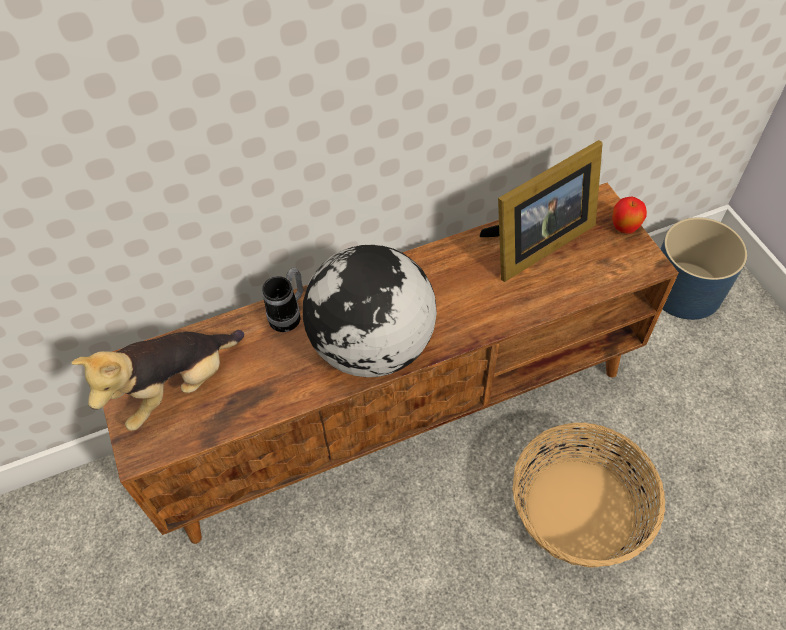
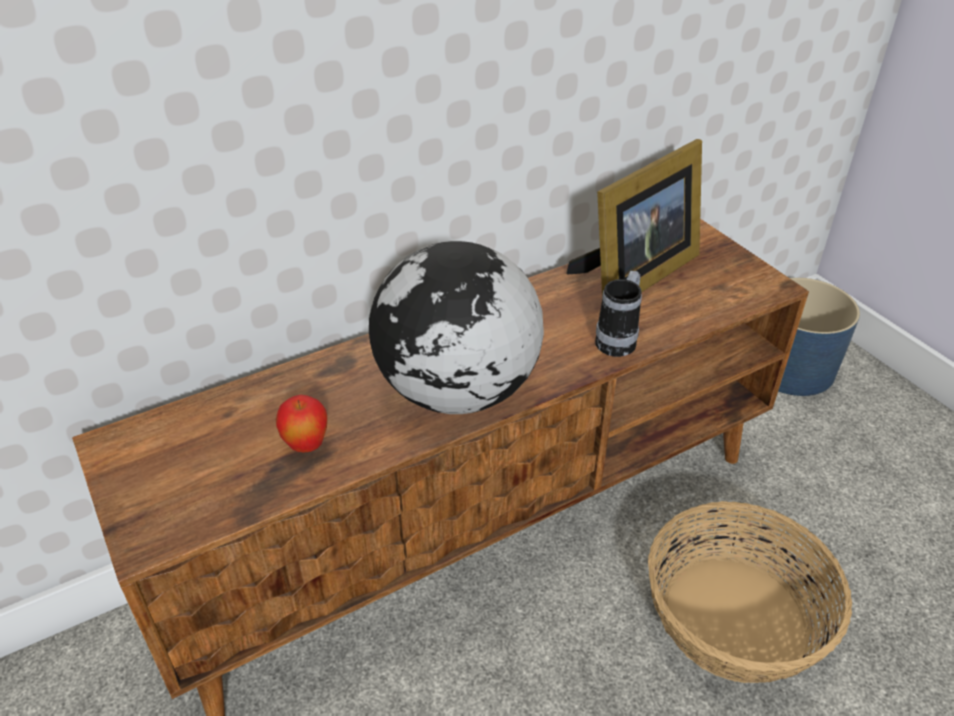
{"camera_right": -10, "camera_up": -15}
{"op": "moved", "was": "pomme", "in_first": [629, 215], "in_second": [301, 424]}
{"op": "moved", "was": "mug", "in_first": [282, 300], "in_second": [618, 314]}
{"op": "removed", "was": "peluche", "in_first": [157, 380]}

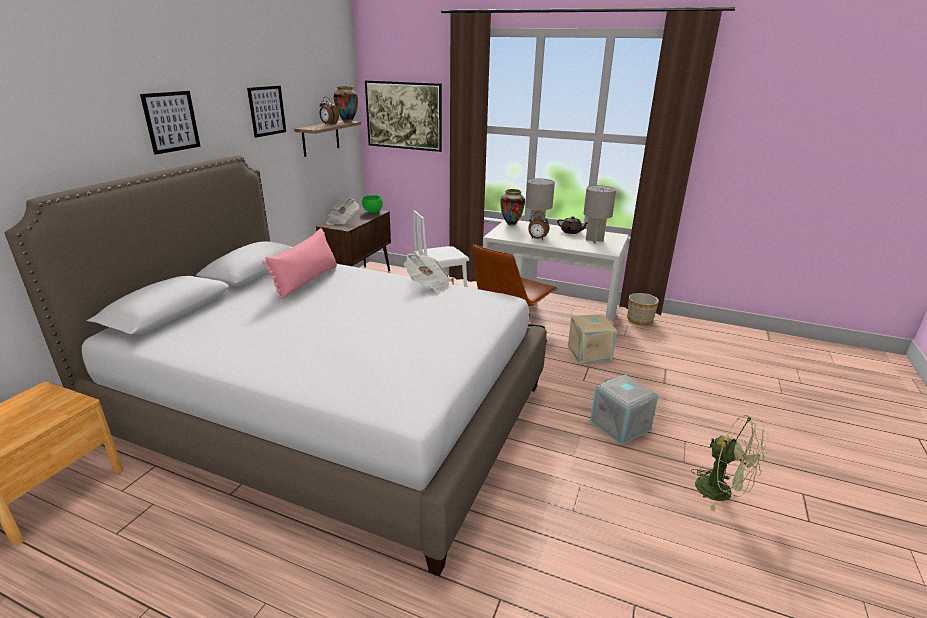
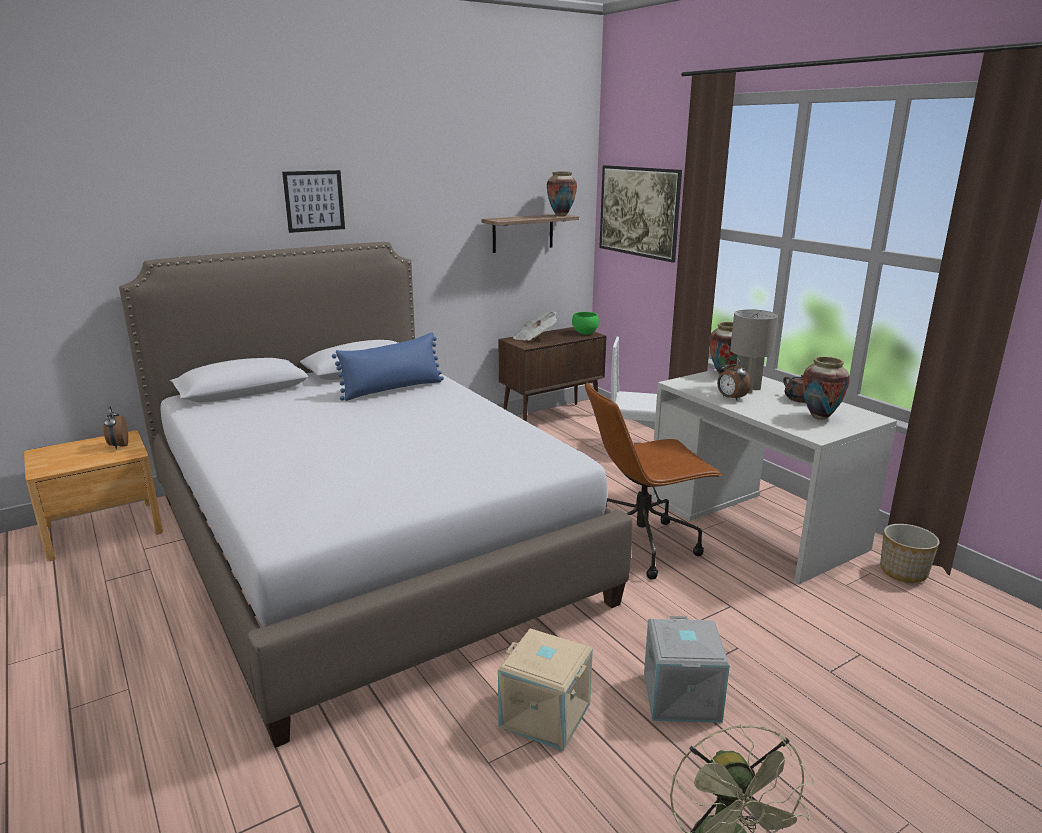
{"camera_right": 35, "camera_up": -5}
{"op": "removed", "was": "tableau", "in_first": [266, 112]}
{"op": "moved", "was": "réveil", "in_first": [329, 110], "in_second": [116, 428]}
{"op": "replaced", "was": "lampe de table/gris", "now": "vase", "in_first": [599, 214], "in_second": [826, 388]}
{"op": "recoloured", "was": "coussin/rose", "now": "coussin/bleu", "in_first": [299, 263], "in_second": [388, 367]}
{"op": "removed", "was": "journal", "in_first": [427, 273]}
{"op": "moved", "was": "boîte de rangement/beige", "in_first": [592, 338], "in_second": [545, 689]}

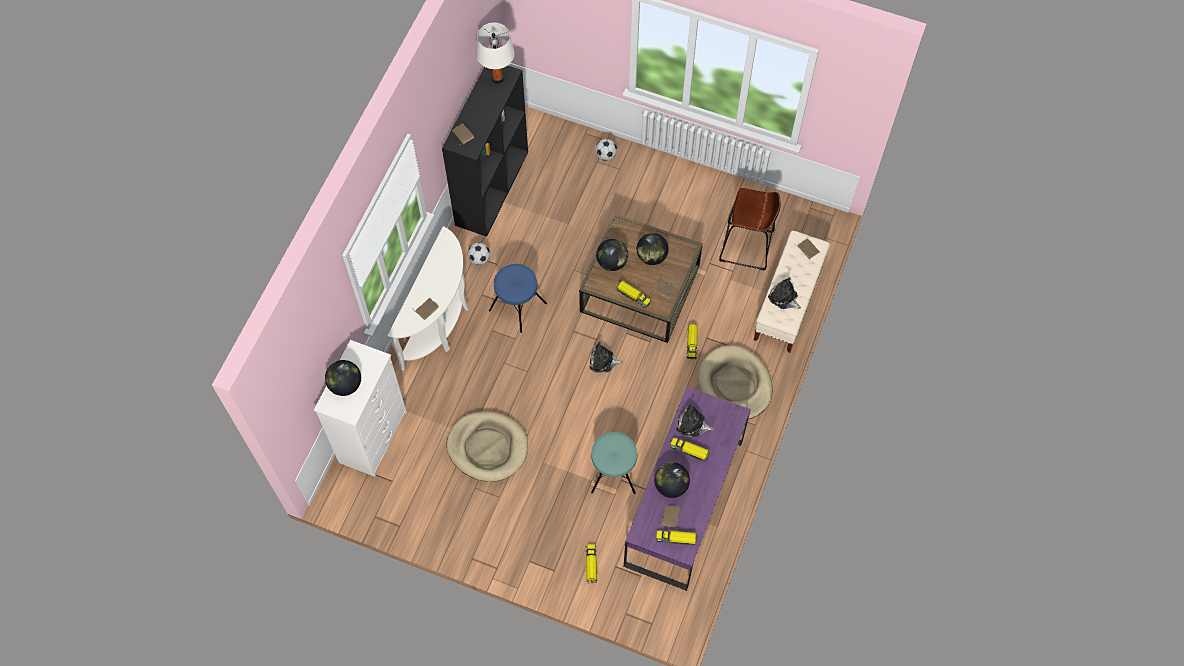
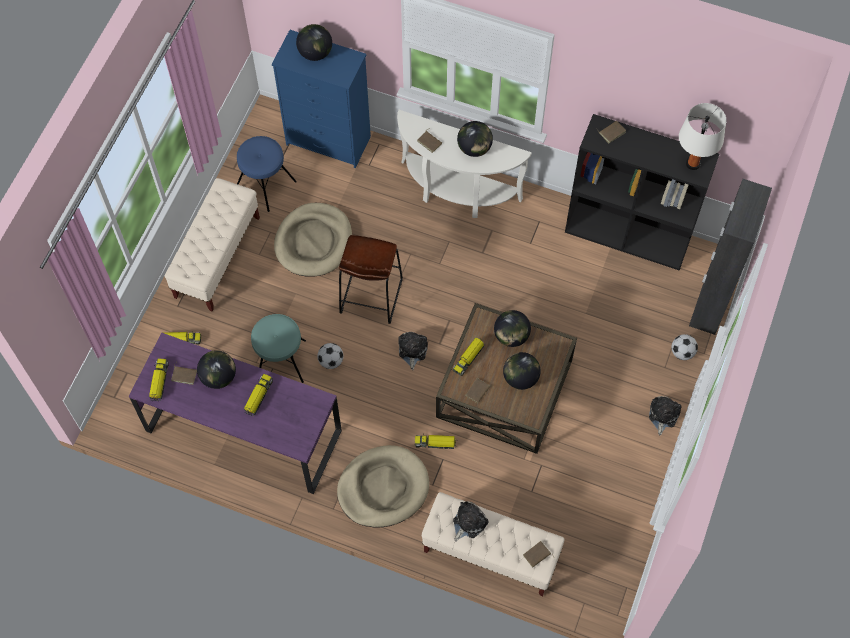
{"camera_right": 90, "camera_up": 0}
{"op": "moved", "was": "tabouret/marron", "in_first": [750, 229], "in_second": [371, 279]}
{"op": "moved", "was": "ballon de foot", "in_first": [479, 253], "in_second": [330, 356]}
{"op": "moved", "was": "tabouret/bleu", "in_first": [518, 298], "in_second": [267, 174]}
{"op": "recoloured", "was": "commode/blanc", "now": "commode/bleu", "in_first": [360, 408], "in_second": [321, 99]}
{"op": "moved", "was": "peluche", "in_first": [694, 420], "in_second": [665, 416]}
{"op": "added", "now": "globe", "in_second": [475, 139]}
{"op": "added", "now": "banc/beige", "in_second": [212, 245]}
{"op": "added", "now": "meuble de rangement/noir", "in_second": [730, 257]}

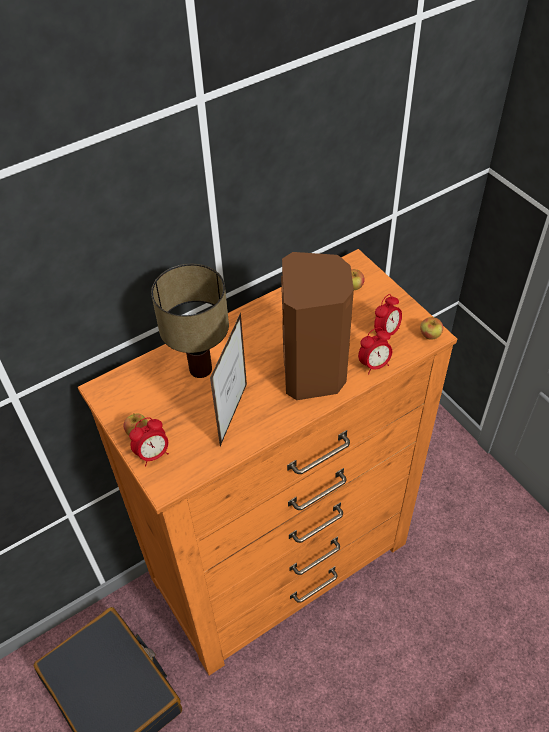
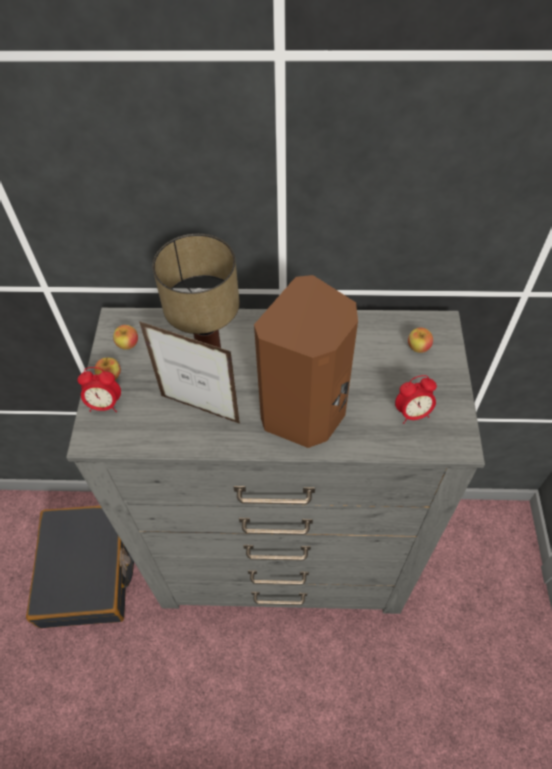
{"camera_right": 35, "camera_up": 5}
{"op": "recoloured", "was": "commode/orange", "now": "commode/gris", "in_first": [267, 462], "in_second": [275, 461]}
{"op": "turned", "was": "cadre photo", "in_first": [228, 379], "in_second": [189, 372], "clockwise": 60}
{"op": "moved", "was": "pomme", "in_first": [431, 328], "in_second": [125, 337]}
{"op": "removed", "was": "réveil", "in_first": [375, 351]}

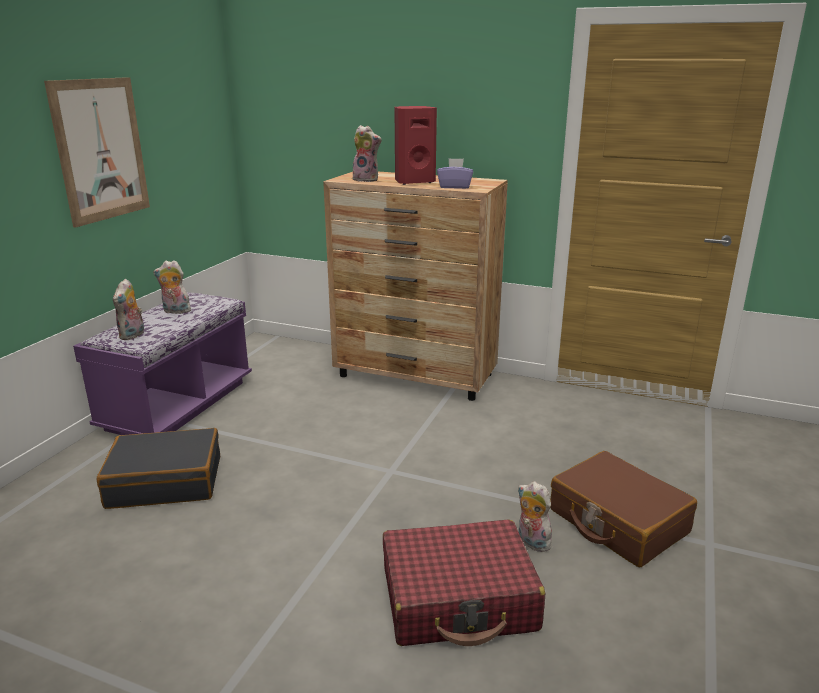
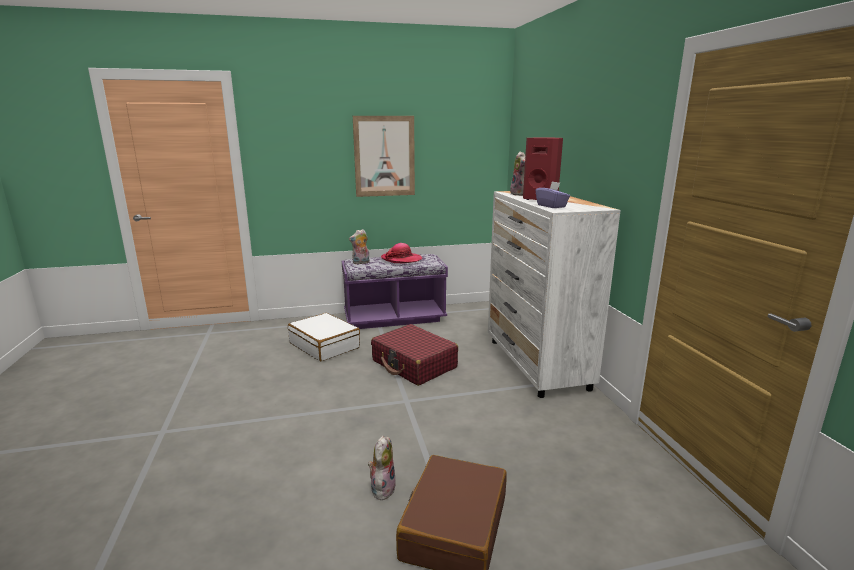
{"camera_right": 55, "camera_up": -5}
{"op": "recoloured", "was": "commode/marron", "now": "commode/blanc", "in_first": [415, 286], "in_second": [554, 294]}
{"op": "replaced", "was": "peluche", "now": "chapeau", "in_first": [172, 287], "in_second": [401, 253]}
{"op": "recoloured", "was": "valise/noir", "now": "valise/blanc", "in_first": [158, 468], "in_second": [324, 337]}
{"op": "moved", "was": "valise/rouge", "in_first": [464, 582], "in_second": [414, 355]}

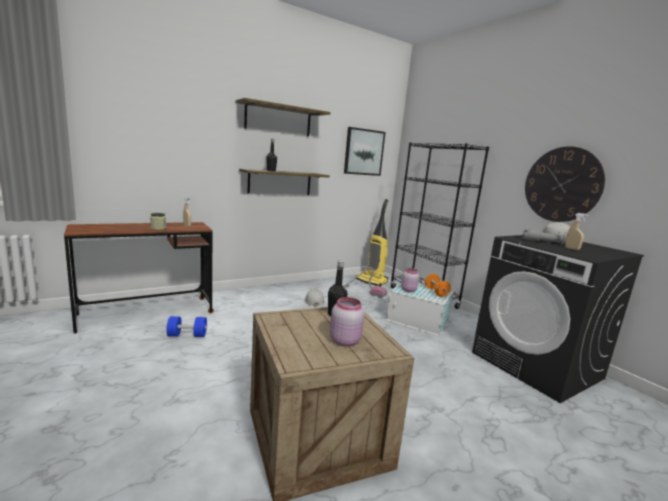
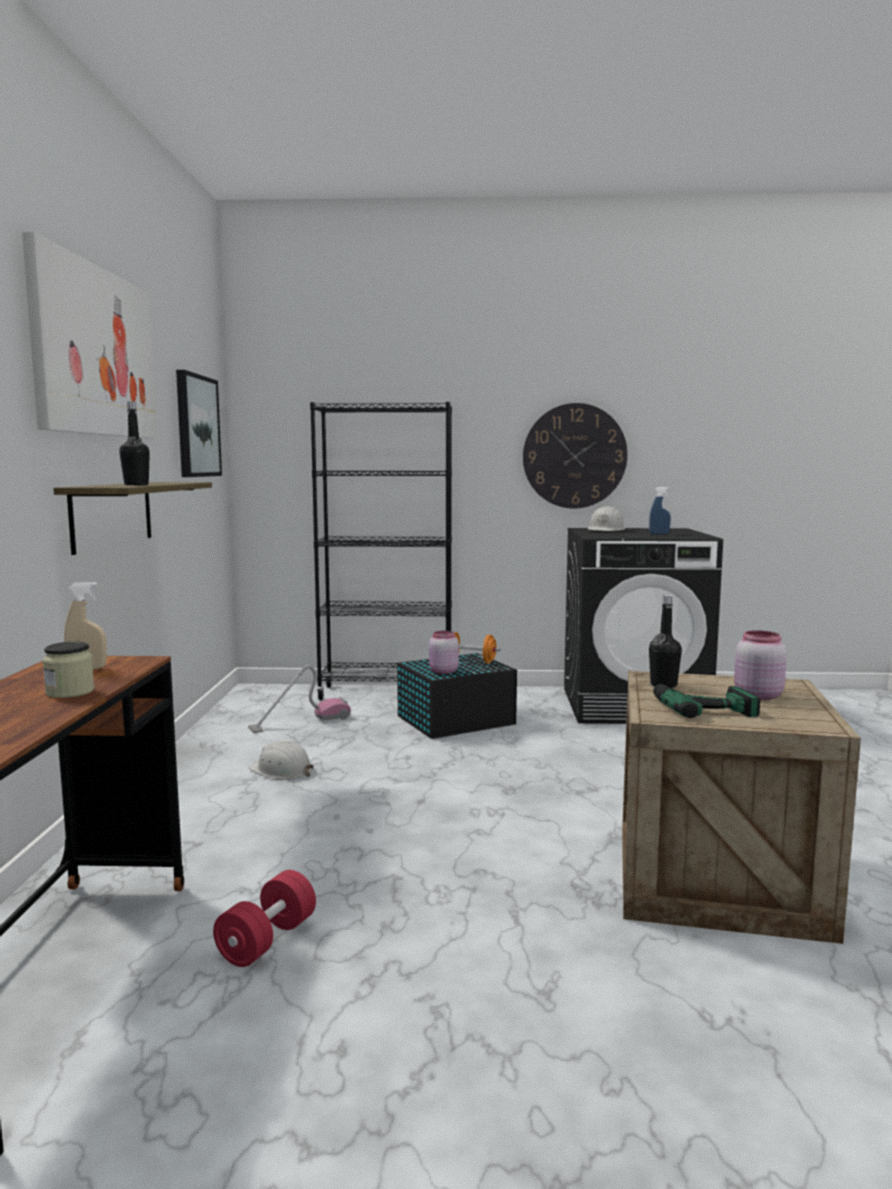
{"camera_right": -55, "camera_up": -5}
{"op": "replaced", "was": "étagère", "now": "tableau", "in_first": [283, 117], "in_second": [90, 335]}
{"op": "removed", "was": "aspirateur", "in_first": [371, 243]}
{"op": "recoloured", "was": "vaporisateur/beige", "now": "vaporisateur/bleu", "in_first": [576, 231], "in_second": [660, 510]}
{"op": "removed", "was": "lampe de poche/gris", "in_first": [545, 236]}
{"op": "recoloured", "was": "boîte de rangement/blanc", "now": "boîte de rangement/noir", "in_first": [420, 309], "in_second": [457, 696]}
{"op": "recoloured", "was": "haltère/bleu", "now": "haltère/rouge", "in_first": [186, 326], "in_second": [264, 918]}
{"op": "added", "now": "perceuse", "in_second": [705, 701]}

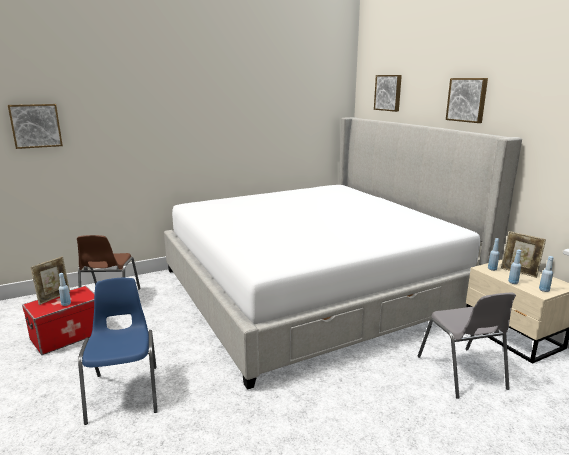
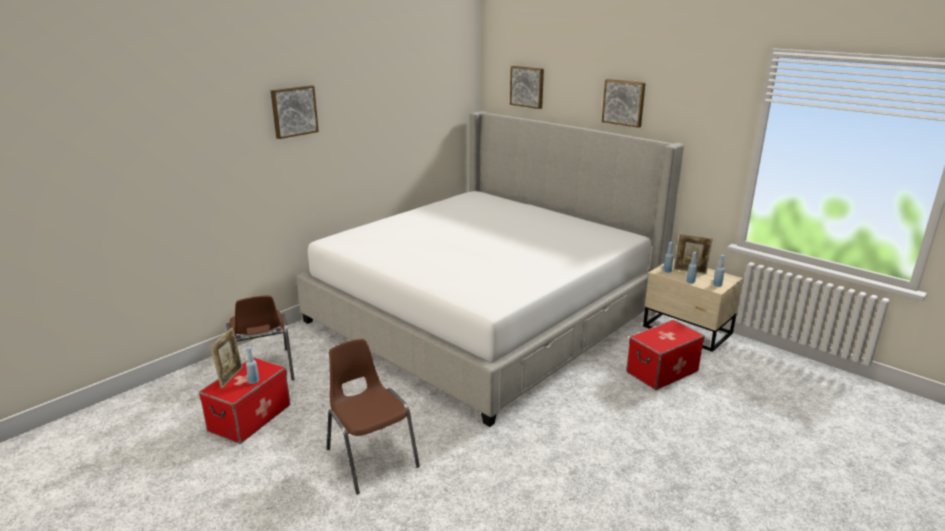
{"camera_right": -20, "camera_up": 5}
{"op": "moved", "was": "tableau", "in_first": [35, 126], "in_second": [295, 112]}
{"op": "recoloured", "was": "chaise/bleu", "now": "chaise/marron", "in_first": [118, 351], "in_second": [373, 417]}
{"op": "replaced", "was": "chaise/gris", "now": "boîte de rangement", "in_first": [467, 346], "in_second": [665, 355]}

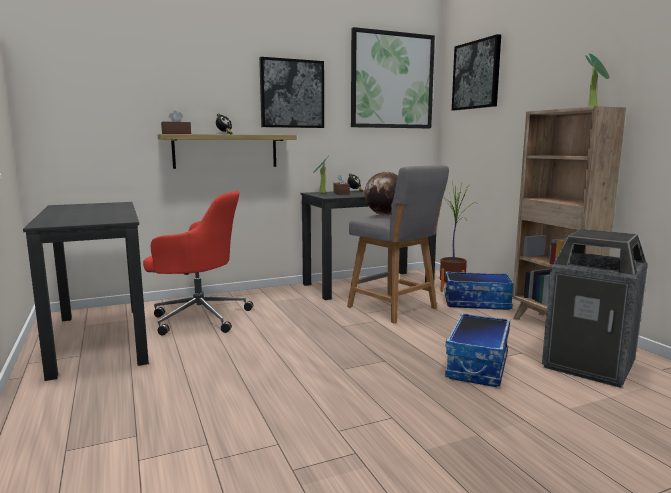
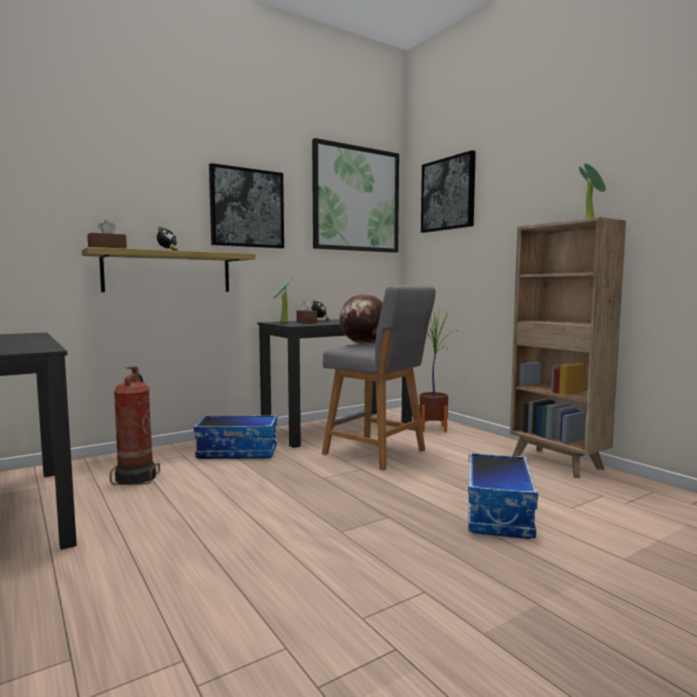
{"camera_right": -10, "camera_up": -5}
{"op": "replaced", "was": "chaise de bureau/rouge", "now": "extincteur", "in_first": [198, 263], "in_second": [135, 426]}
{"op": "removed", "was": "poubelle", "in_first": [595, 308]}
{"op": "moved", "was": "boîte de rangement", "in_first": [478, 291], "in_second": [235, 437]}

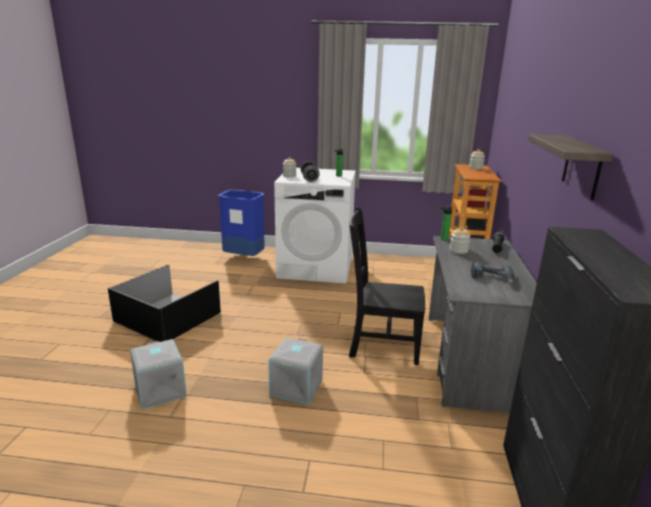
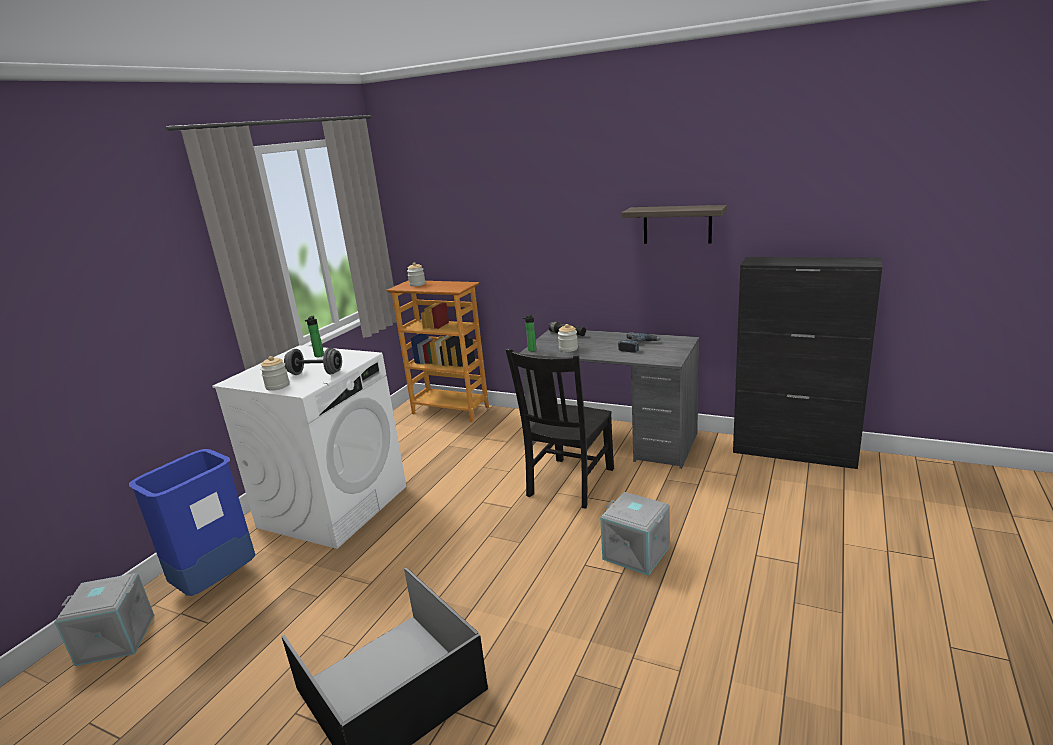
{"camera_right": -70, "camera_up": 0}
{"op": "moved", "was": "boîte de rangement/gris", "in_first": [158, 374], "in_second": [104, 619]}

